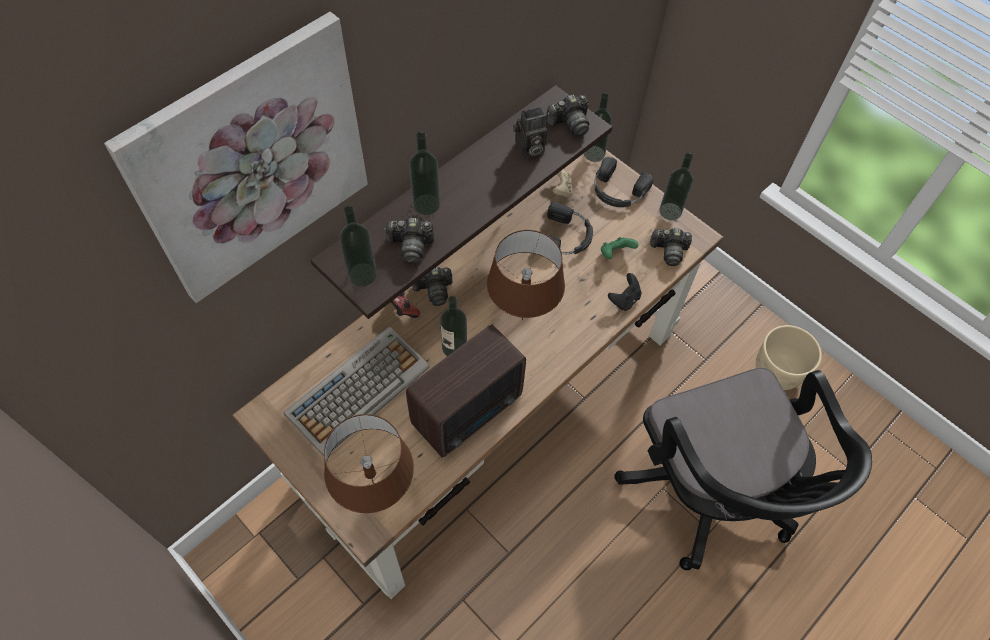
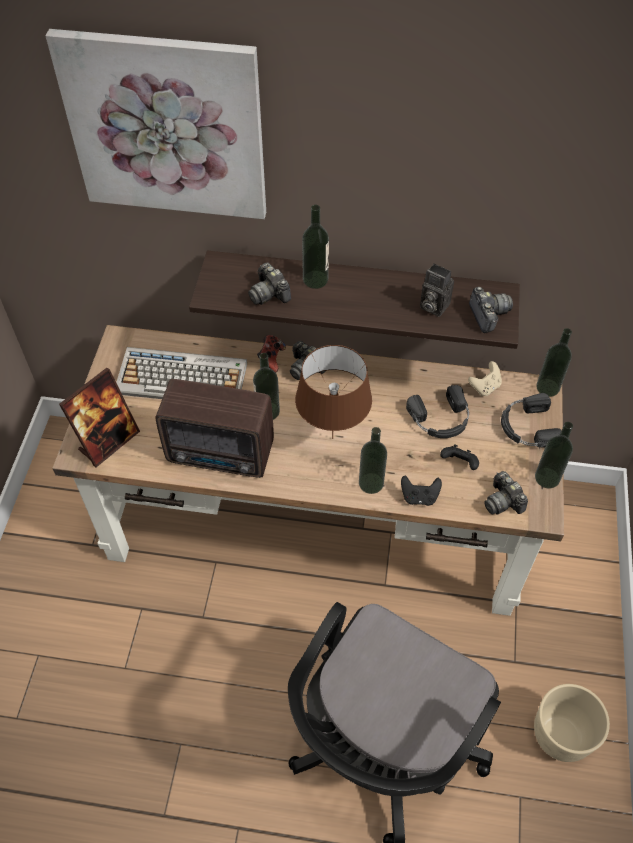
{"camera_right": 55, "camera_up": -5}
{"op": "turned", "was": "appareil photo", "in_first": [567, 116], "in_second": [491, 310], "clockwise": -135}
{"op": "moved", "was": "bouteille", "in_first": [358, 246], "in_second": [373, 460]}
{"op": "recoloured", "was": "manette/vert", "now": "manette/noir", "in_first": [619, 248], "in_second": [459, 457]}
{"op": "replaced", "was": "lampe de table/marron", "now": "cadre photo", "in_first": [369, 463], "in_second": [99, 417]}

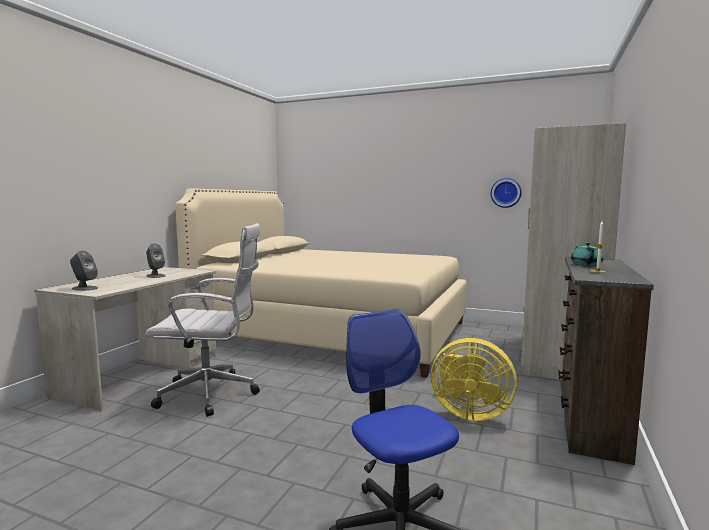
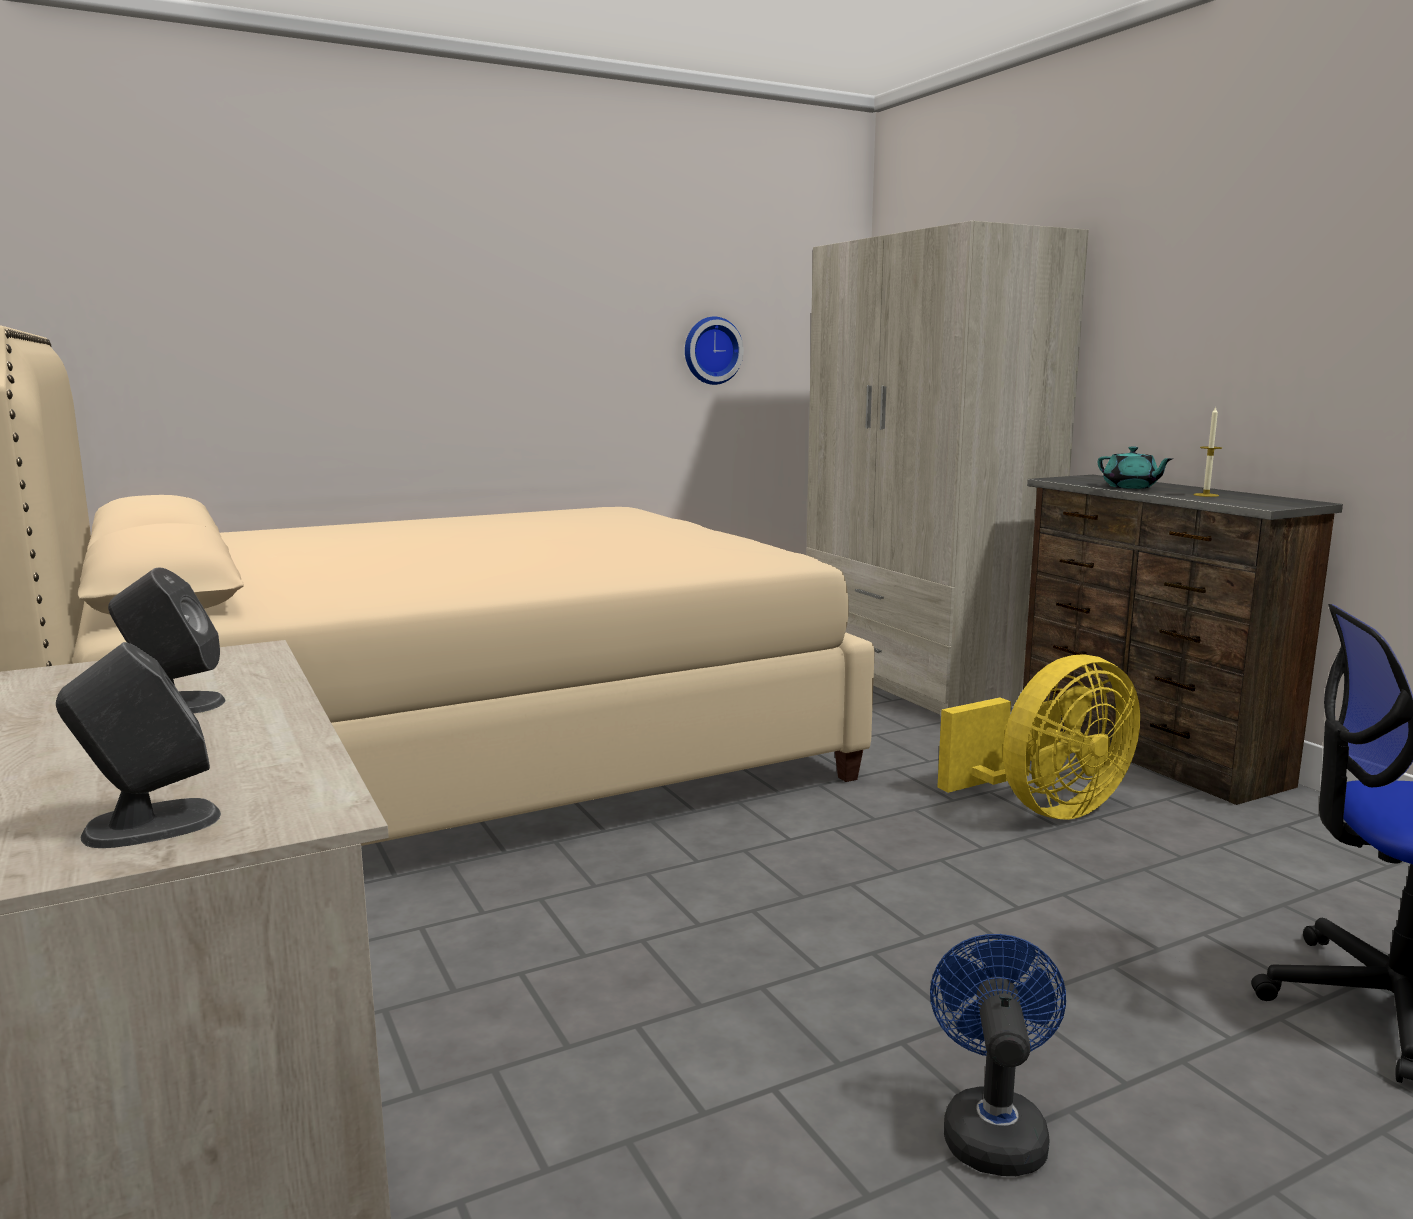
{"camera_right": -50, "camera_up": 5}
{"op": "removed", "was": "chaise de bureau/blanc", "in_first": [203, 320]}
{"op": "added", "now": "ventilateur/bleu", "in_second": [998, 1055]}

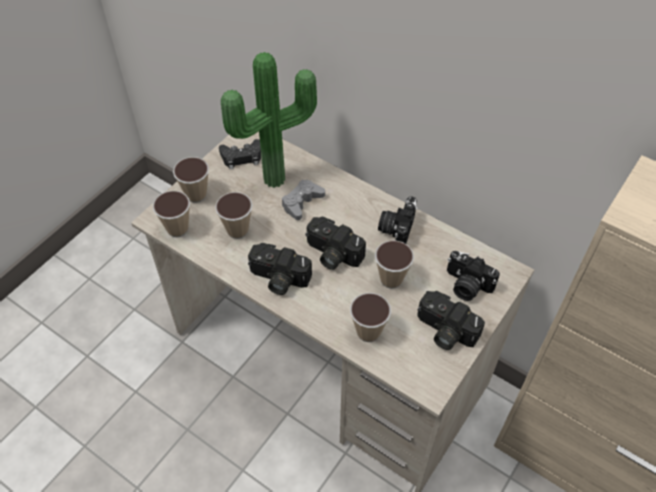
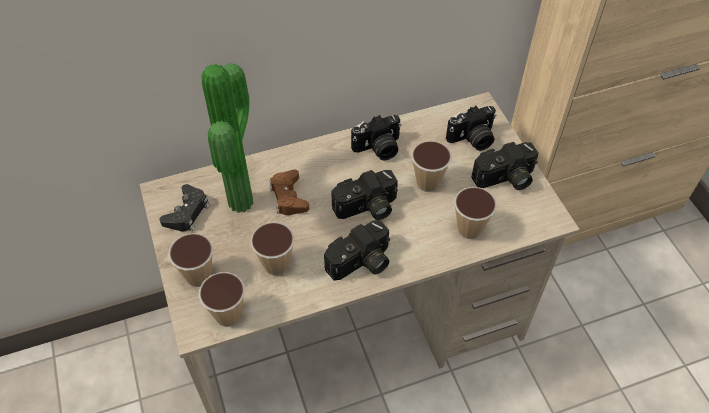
{"camera_right": -55, "camera_up": 0}
{"op": "recoloured", "was": "manette/gris", "now": "manette/marron", "in_first": [303, 200], "in_second": [289, 192]}
{"op": "turned", "was": "appareil photo", "in_first": [397, 220], "in_second": [376, 137], "clockwise": -75}

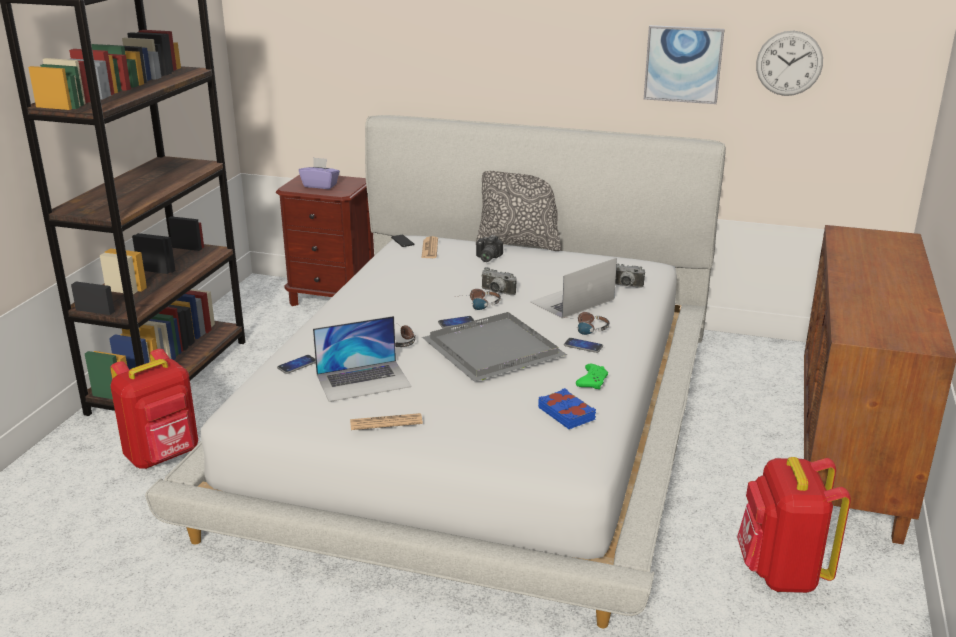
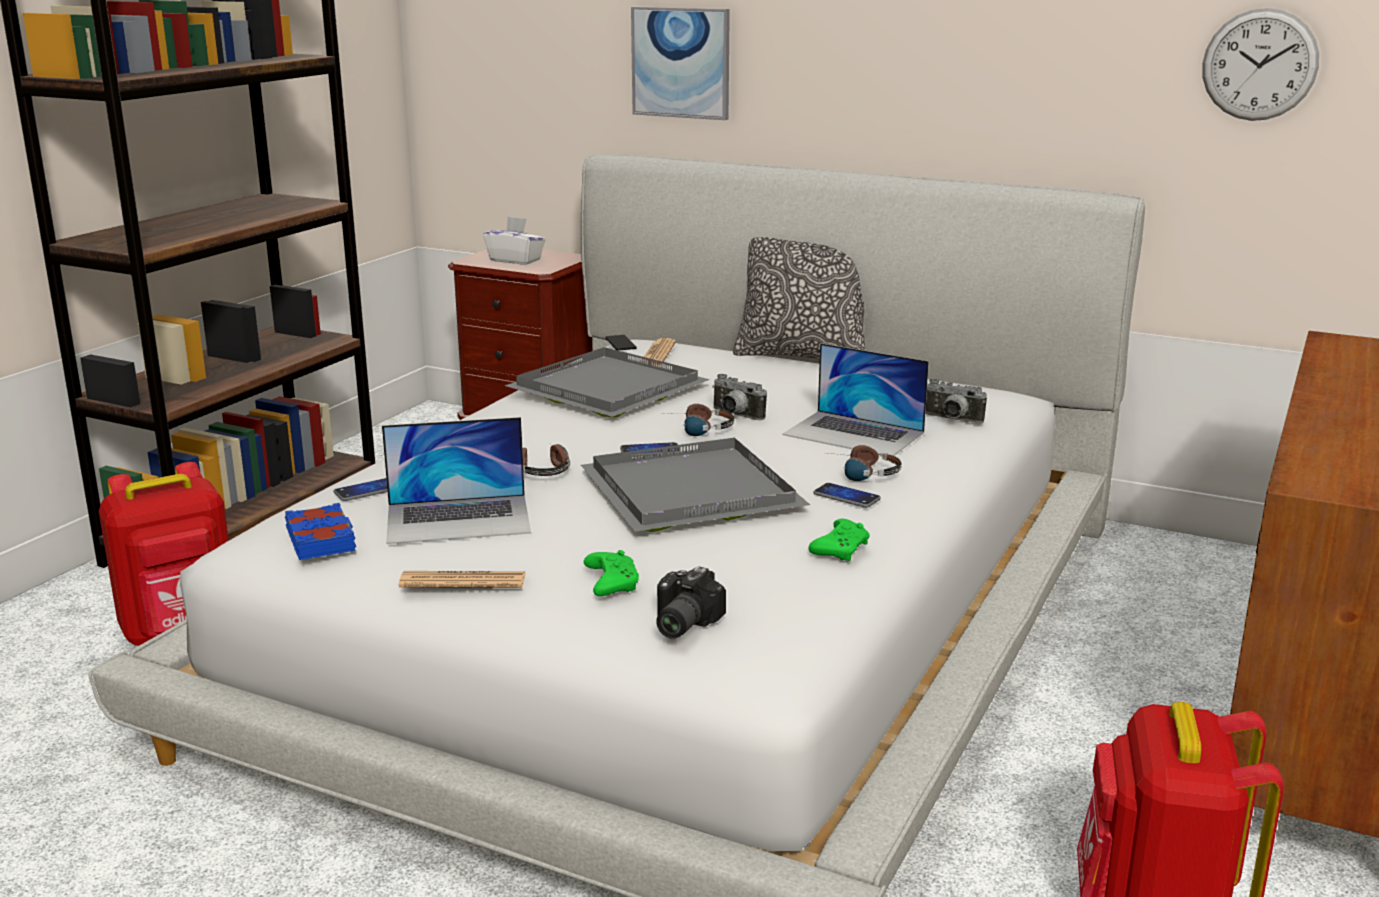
{"camera_right": 10, "camera_up": -5}
{"op": "moved", "was": "tableau", "in_first": [684, 64], "in_second": [680, 63]}
{"op": "recoloured", "was": "boîte à mouchoirs/violet", "now": "boîte à mouchoirs/blanc", "in_first": [319, 173], "in_second": [514, 241]}
{"op": "moved", "was": "appareil photo", "in_first": [489, 248], "in_second": [691, 602]}
{"op": "turned", "was": "ordinateur portable", "in_first": [573, 288], "in_second": [855, 399], "clockwise": -120}
{"op": "moved", "was": "livre/bleu", "in_first": [567, 408], "in_second": [320, 531]}
{"op": "added", "now": "plateau/gris", "in_second": [607, 382]}
{"op": "added", "now": "manette/vert", "in_second": [611, 573]}

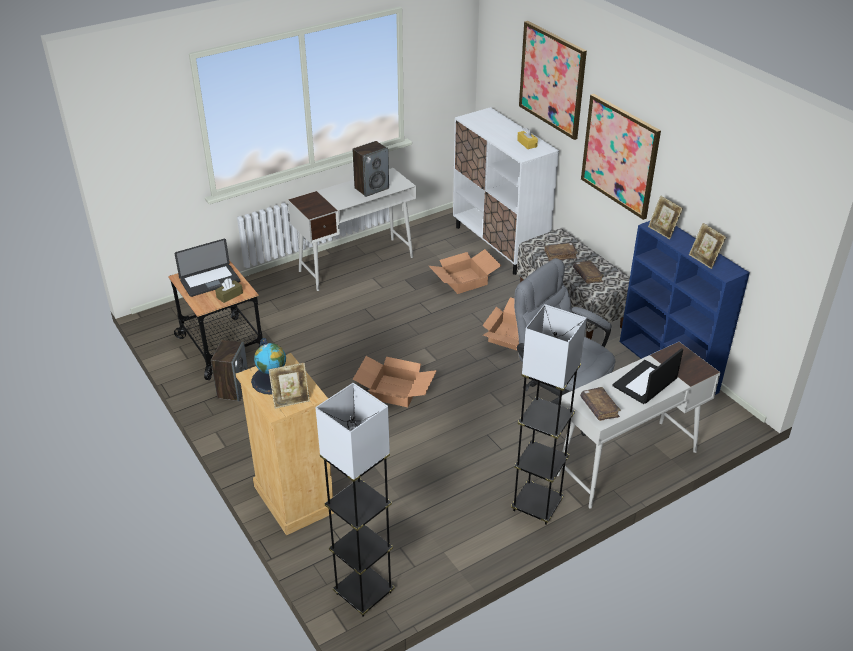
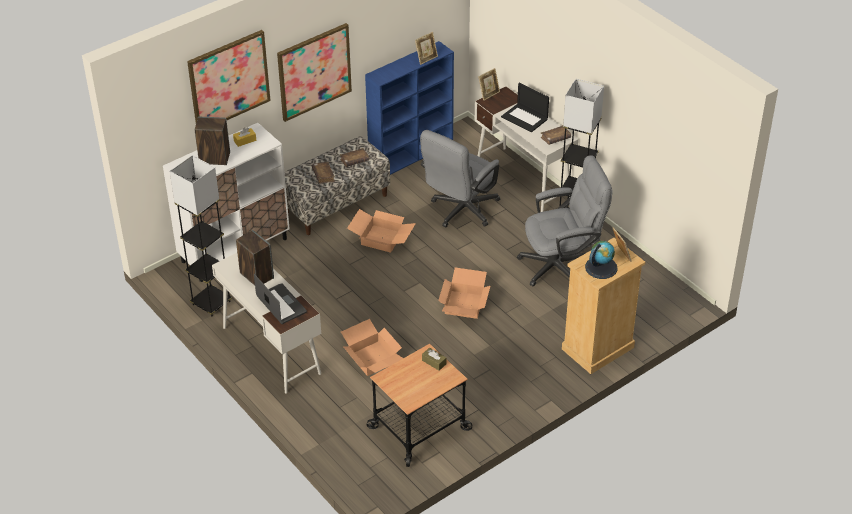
{"camera_right": -95, "camera_up": 5}
{"op": "moved", "was": "cadre photo", "in_first": [665, 217], "in_second": [489, 84]}
{"op": "moved", "was": "ordinateur portable", "in_first": [207, 268], "in_second": [280, 299]}
{"op": "moved", "was": "carton", "in_first": [465, 271], "in_second": [372, 347]}
{"op": "moved", "was": "enceinte", "in_first": [229, 371], "in_second": [212, 141]}
{"op": "moved", "was": "lampadaire/gris", "in_first": [354, 500], "in_second": [201, 235]}
{"op": "added", "now": "chaise de bureau/gris", "in_second": [564, 220]}

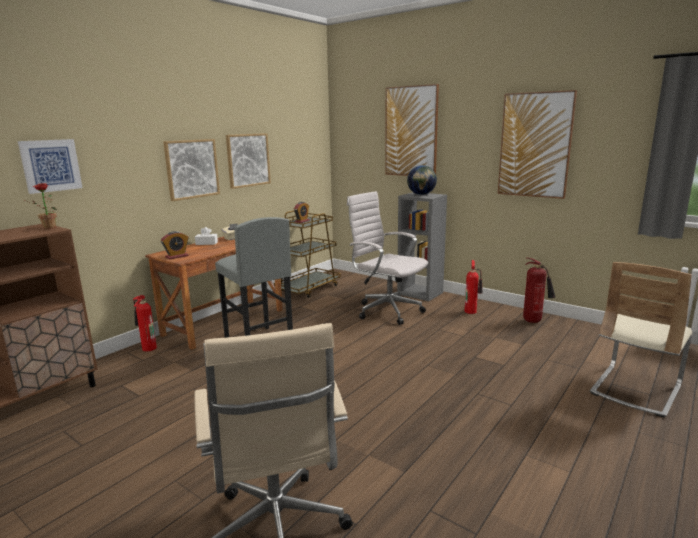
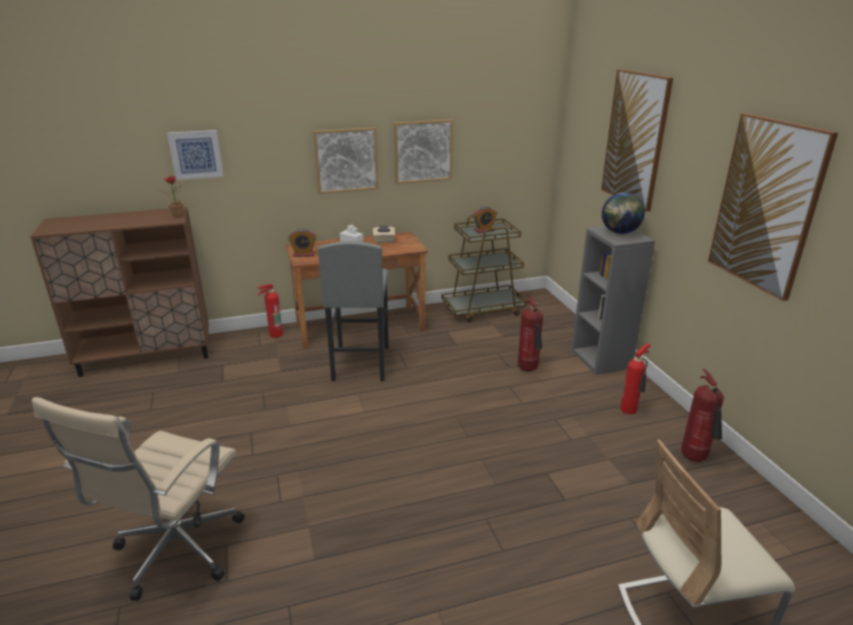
{"camera_right": 35, "camera_up": 10}
{"op": "replaced", "was": "chaise de bureau/blanc", "now": "extincteur", "in_first": [387, 258], "in_second": [530, 333]}

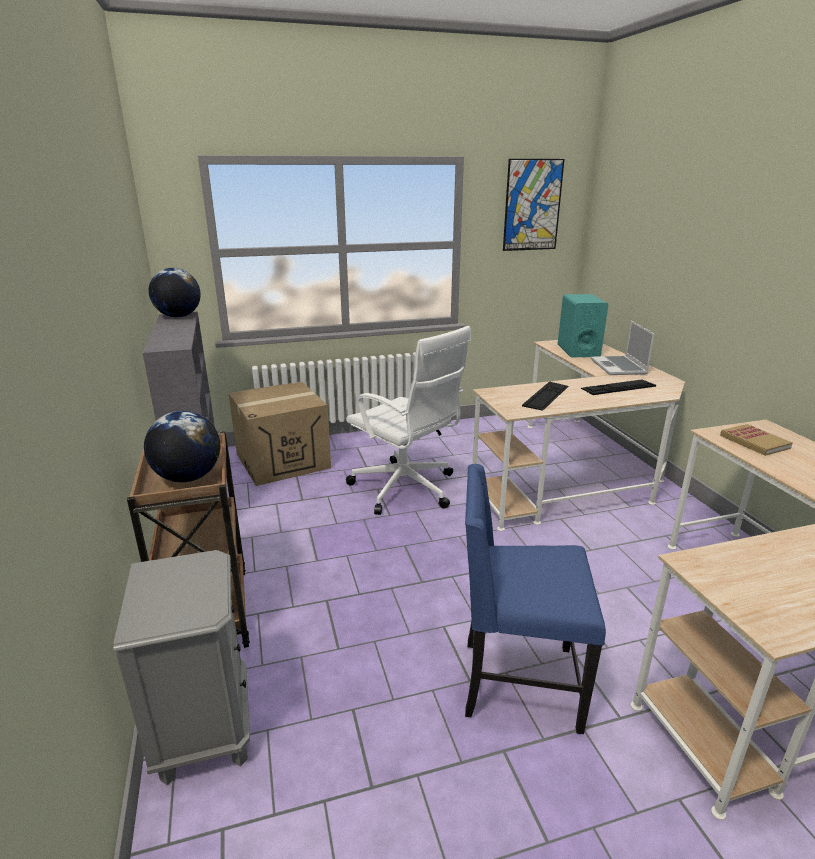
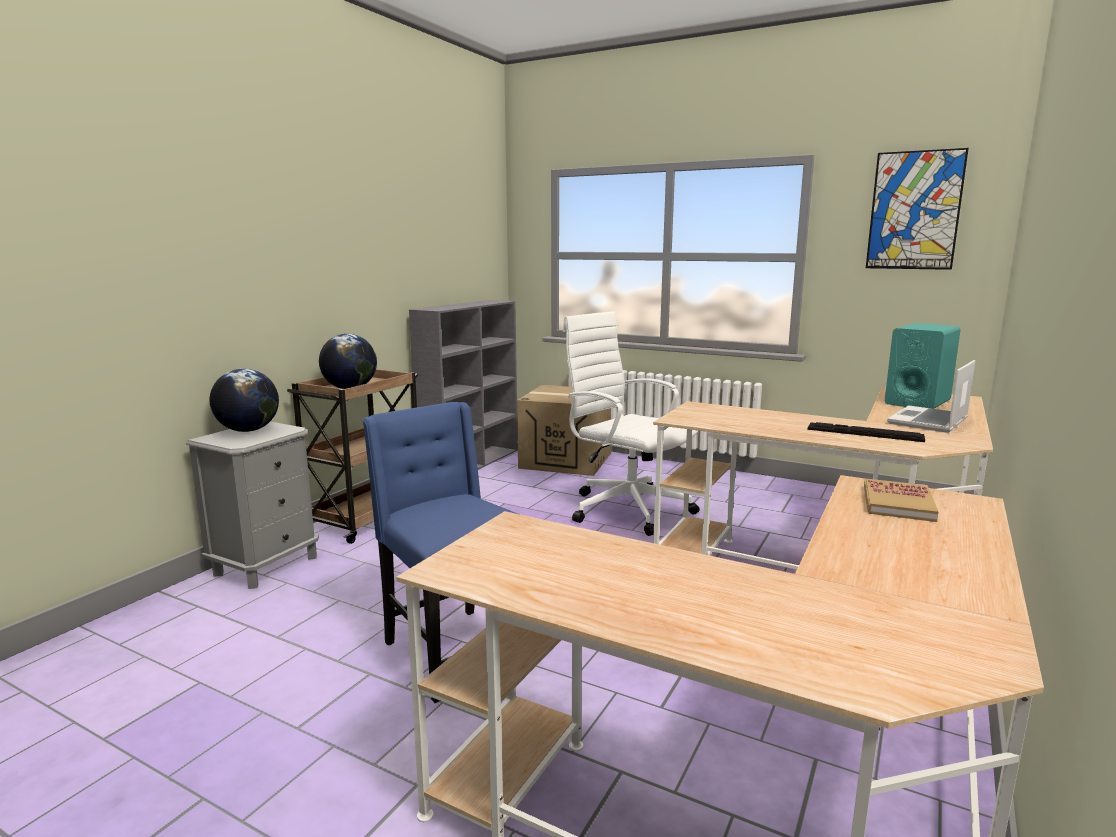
{"camera_right": 45, "camera_up": -10}
{"op": "moved", "was": "globe", "in_first": [175, 292], "in_second": [244, 400]}
{"op": "turned", "was": "chaise de bureau/blanc", "in_first": [408, 420], "in_second": [631, 423], "clockwise": 135}
{"op": "removed", "was": "clavier", "in_first": [545, 396]}

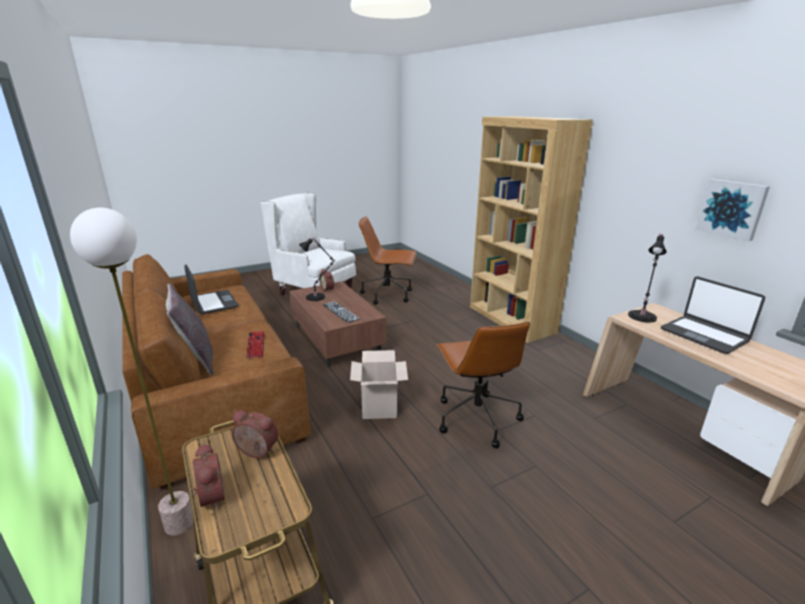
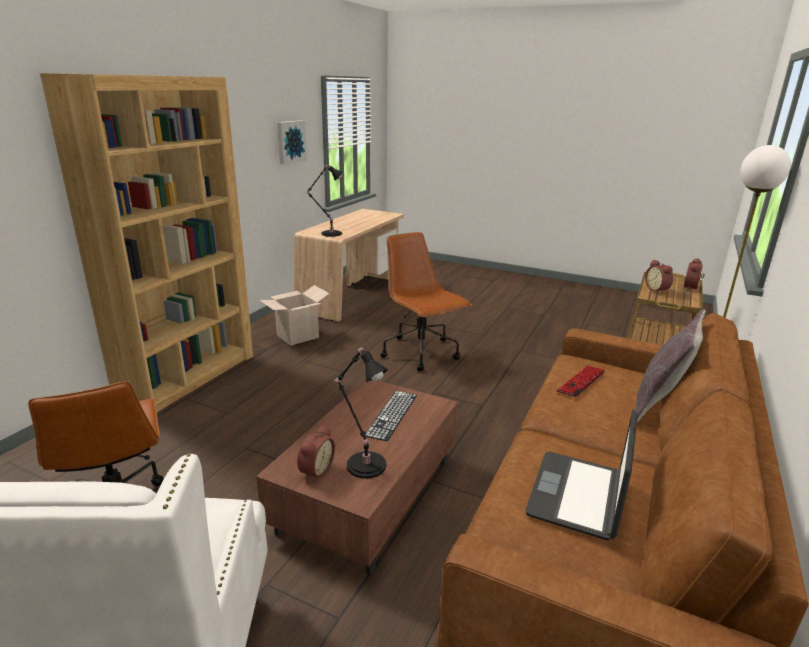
{"camera_right": -125, "camera_up": 0}
{"op": "removed", "was": "ordinateur portable", "in_first": [713, 315]}
{"op": "turned", "was": "chaise de bureau/marron", "in_first": [483, 385], "in_second": [425, 301], "clockwise": -75}
{"op": "moved", "was": "carton", "in_first": [379, 384], "in_second": [294, 315]}

